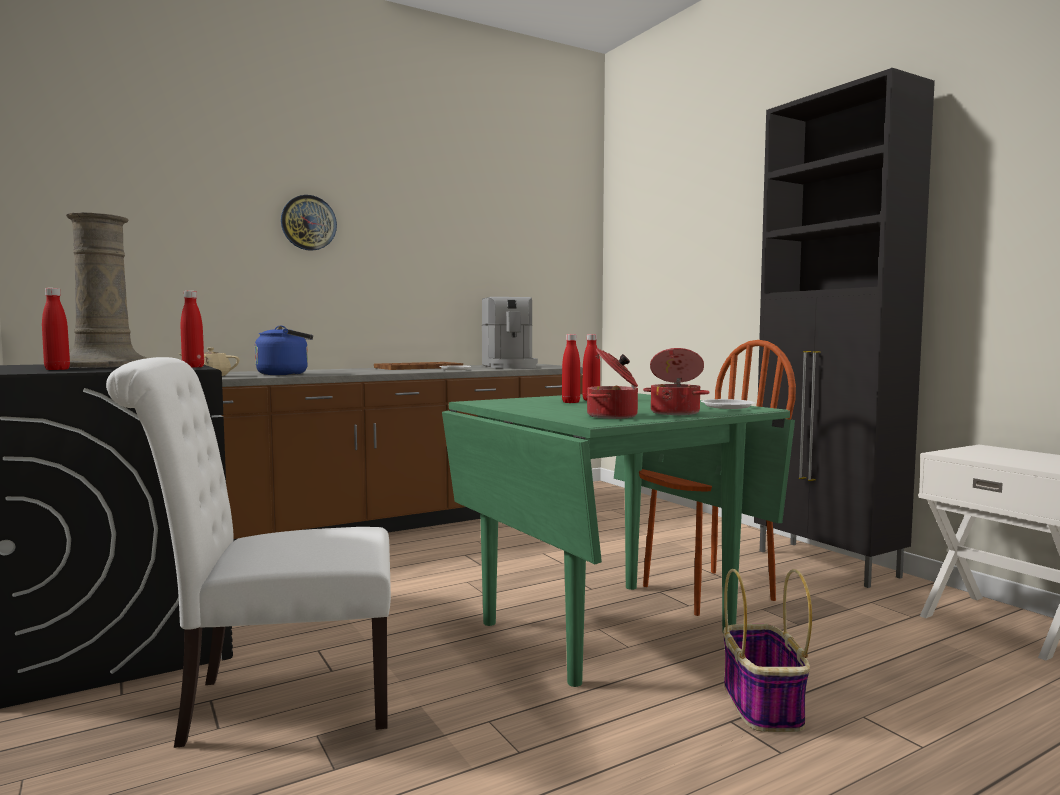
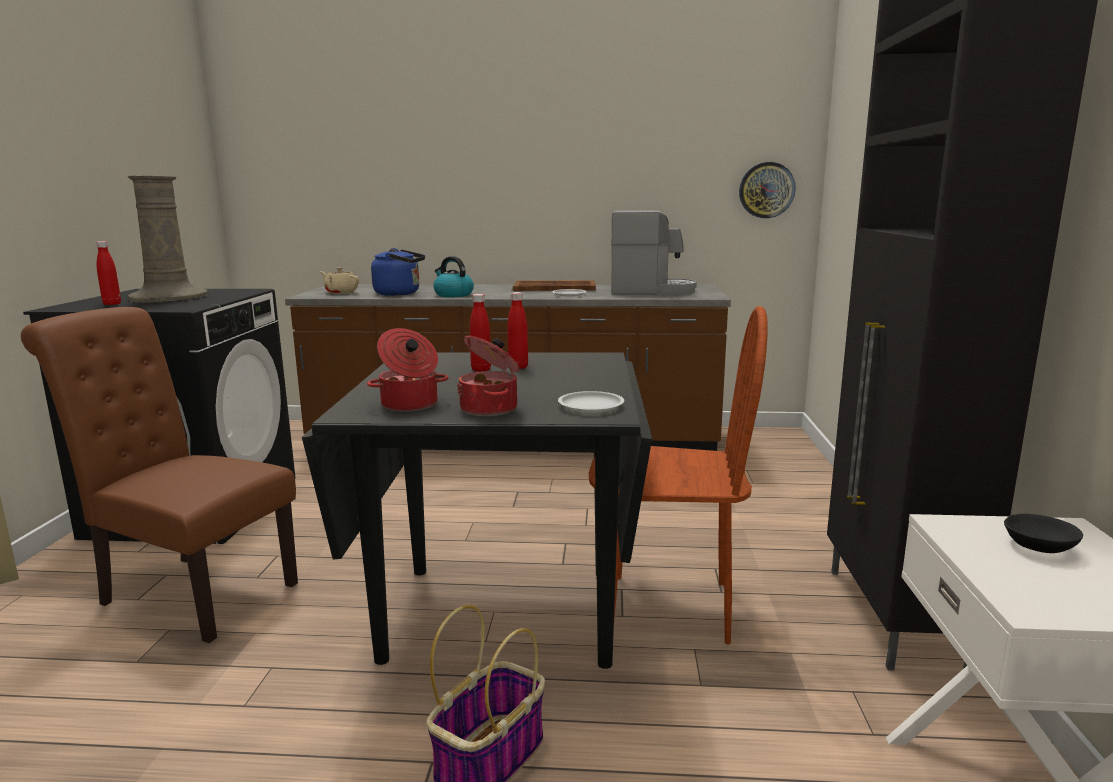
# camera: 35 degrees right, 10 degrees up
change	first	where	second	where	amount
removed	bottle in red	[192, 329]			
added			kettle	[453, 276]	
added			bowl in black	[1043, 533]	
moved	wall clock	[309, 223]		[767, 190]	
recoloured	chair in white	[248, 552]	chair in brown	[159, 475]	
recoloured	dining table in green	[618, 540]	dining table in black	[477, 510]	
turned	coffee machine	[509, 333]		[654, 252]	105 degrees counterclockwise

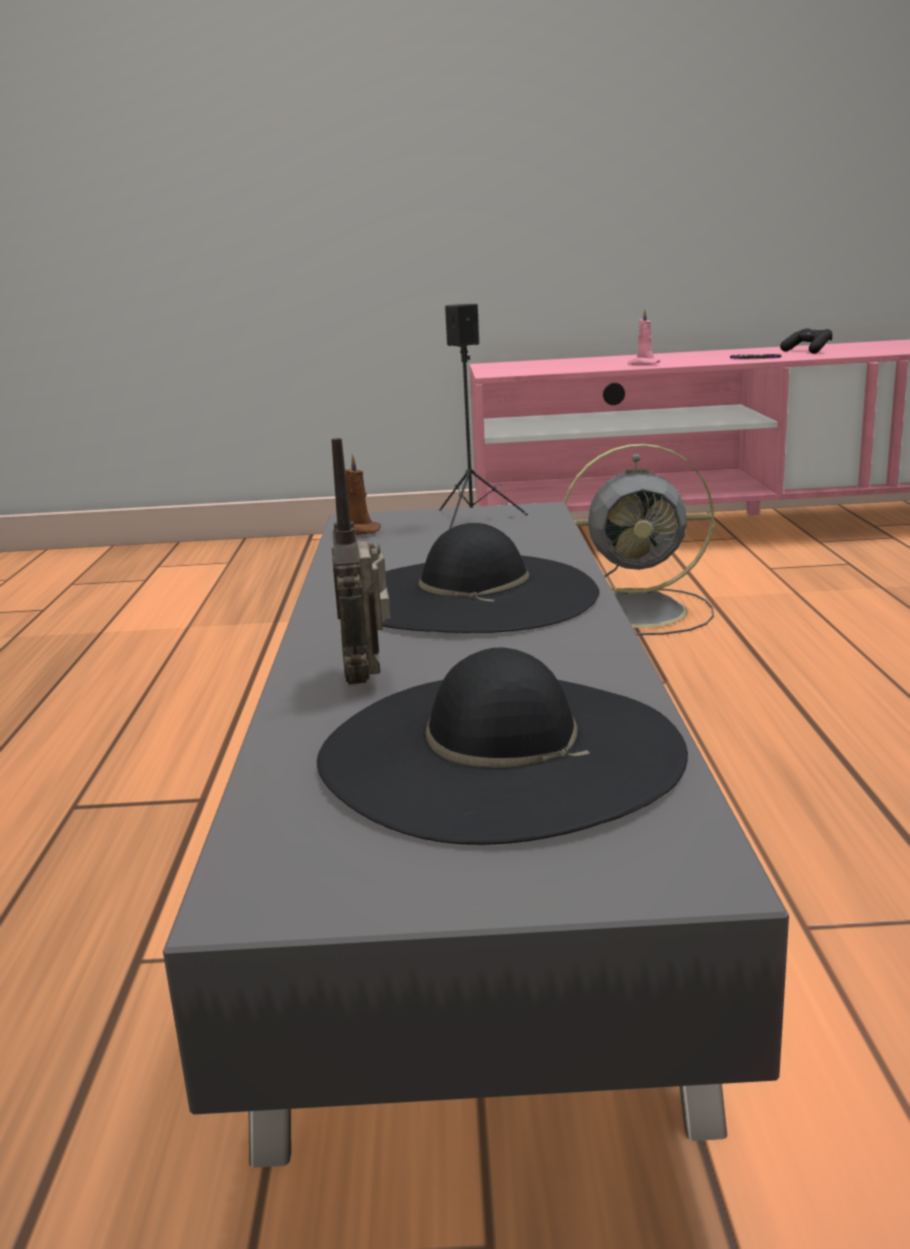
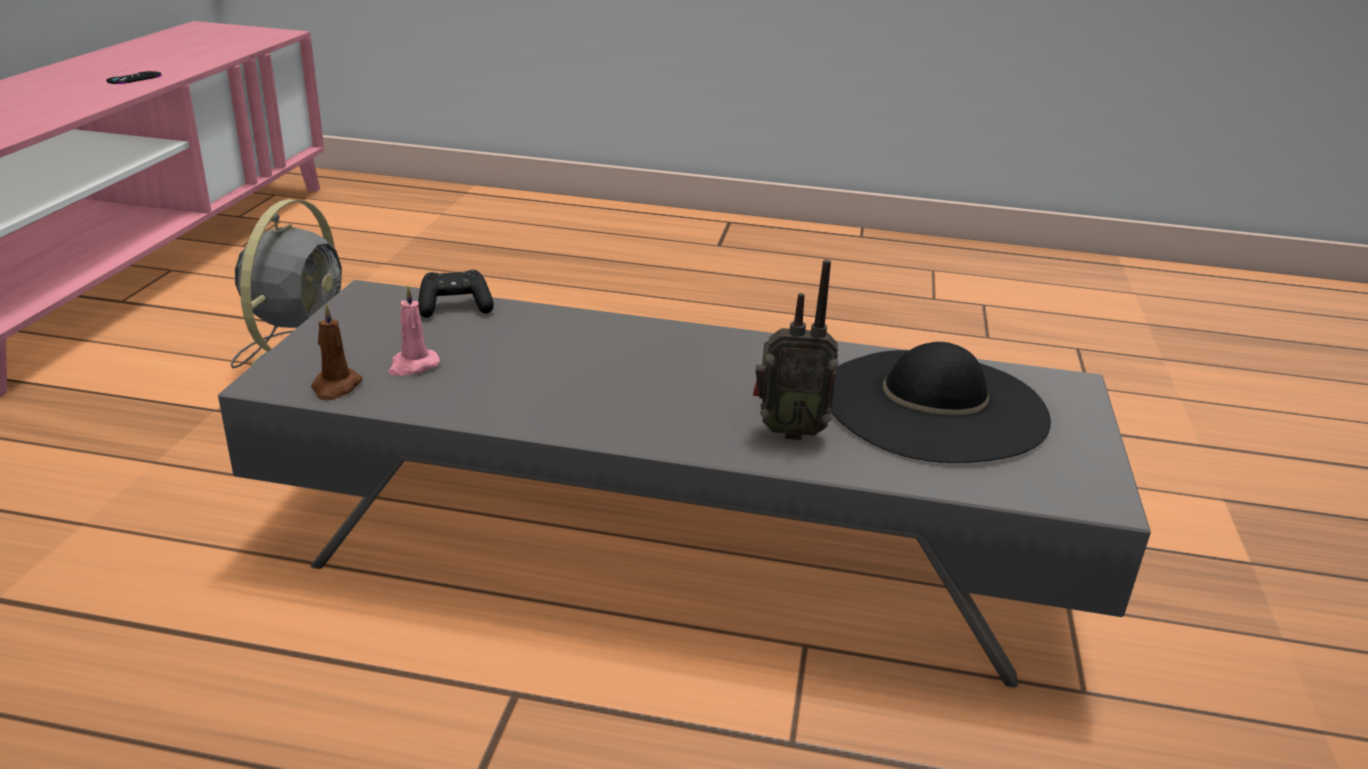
# camera: 80 degrees left, 10 degrees up
change	first	where	second	where	amount
removed	hat in black	[491, 578]			
removed	speaker in black	[483, 416]			
moved	candle in pink	[643, 337]		[414, 331]	
moved	game controller in black	[806, 341]		[456, 294]	

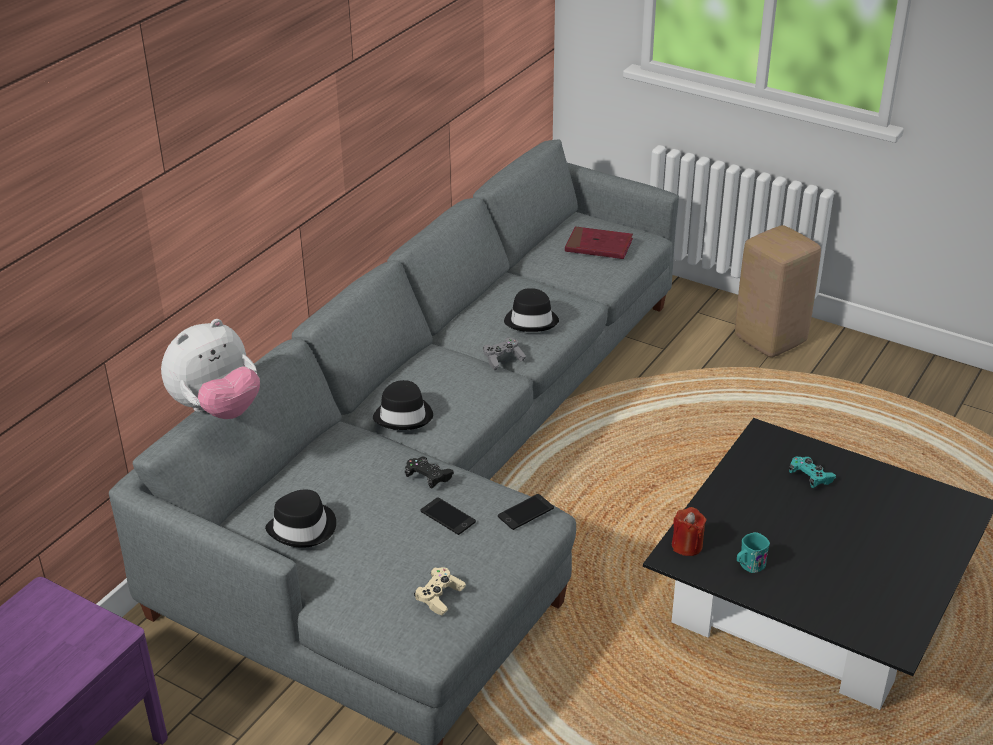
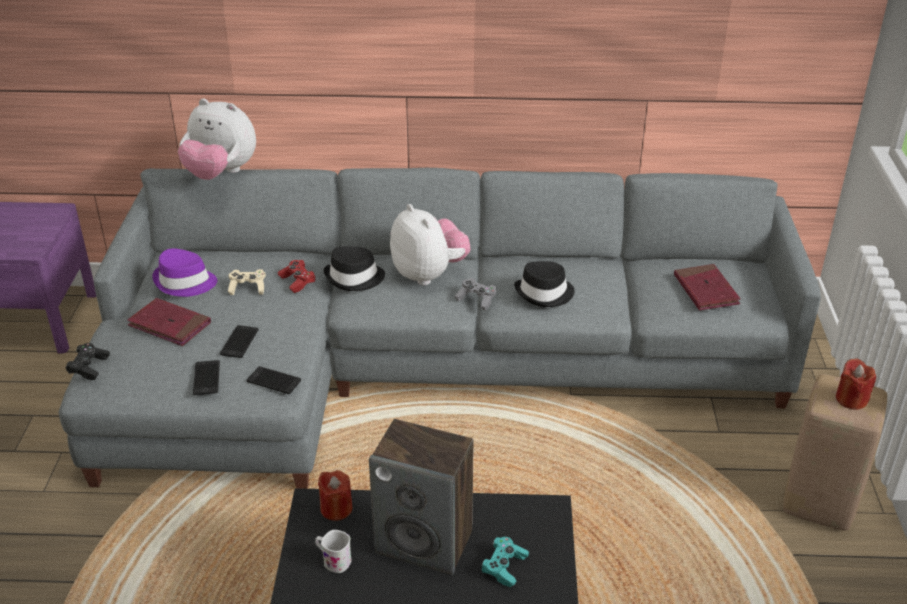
# camera: 60 degrees right, 0 degrees up
change	first	where	second	where	amount
added			book in red	[169, 322]	
added			phone	[206, 377]	
added			game controller in red	[297, 276]	
added			speaker	[421, 497]	
added			plush toy	[430, 244]	
added			candle in red	[856, 384]	
moved	game controller in black	[429, 473]		[87, 361]	
moved	game controller in beige	[440, 591]		[247, 282]	
recoloured	hat in black	[300, 518]	hat in purple	[185, 272]	
recoloured	mug in turquoise	[753, 552]	mug in white	[333, 551]	

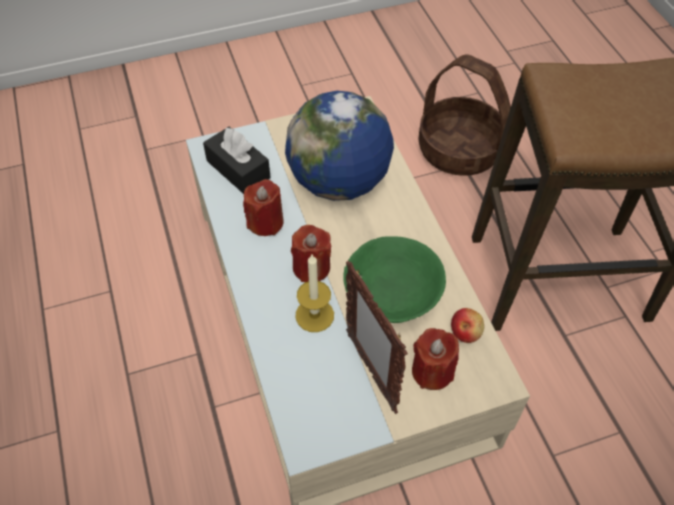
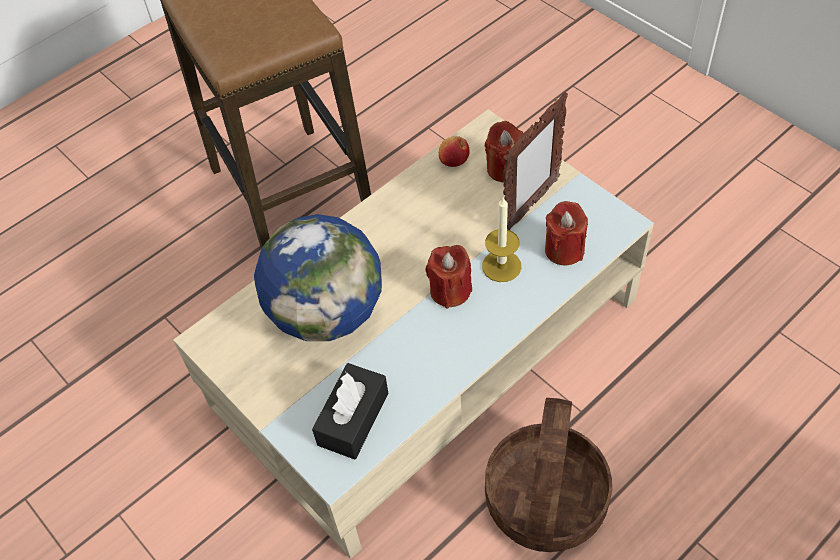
# camera: 110 degrees left, 0 degrees up
change	first	where	second	where	amount
removed	bowl in green	[394, 279]			
moved	candle in red	[263, 207]		[566, 233]	
moved	basket	[464, 115]		[548, 475]	

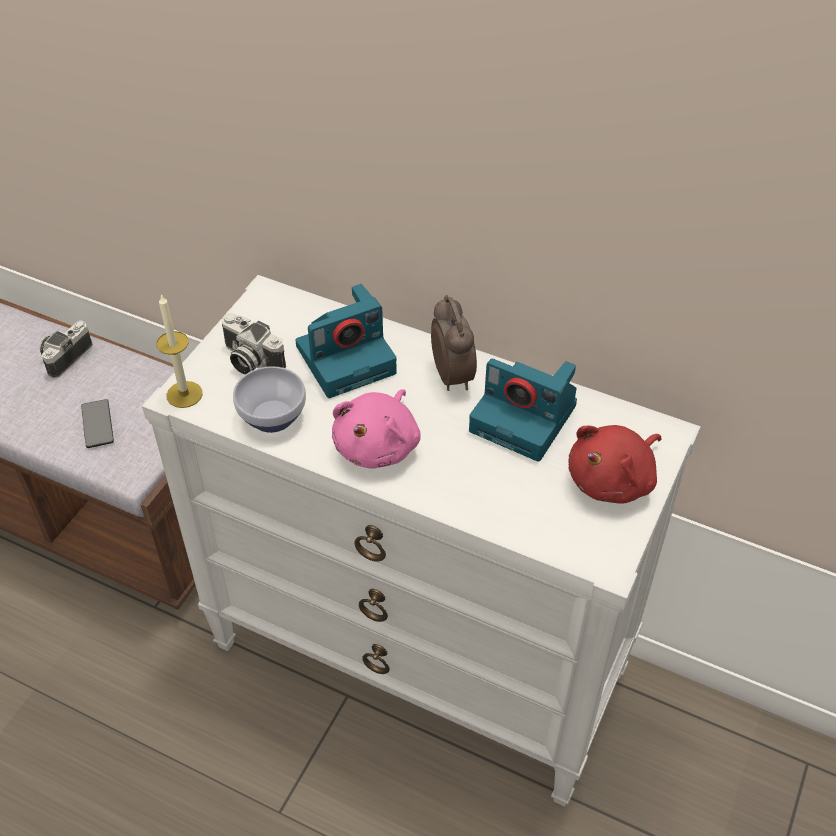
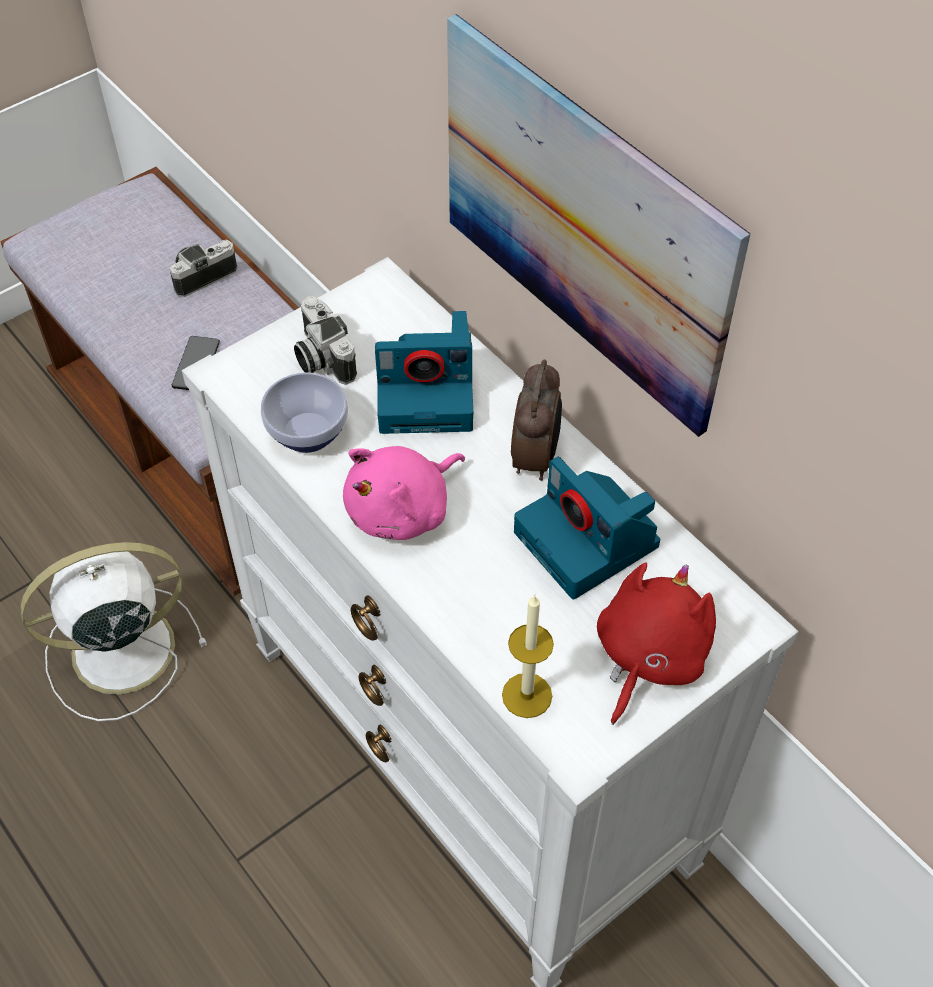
# camera: 25 degrees right, 5 degrees up
change	first	where	second	where	amount
added			fan in white	[113, 631]	
added			picture	[599, 225]	
moved	candle	[179, 351]		[528, 656]	
turned	plush toy in red	[615, 464]		[656, 643]	135 degrees clockwise

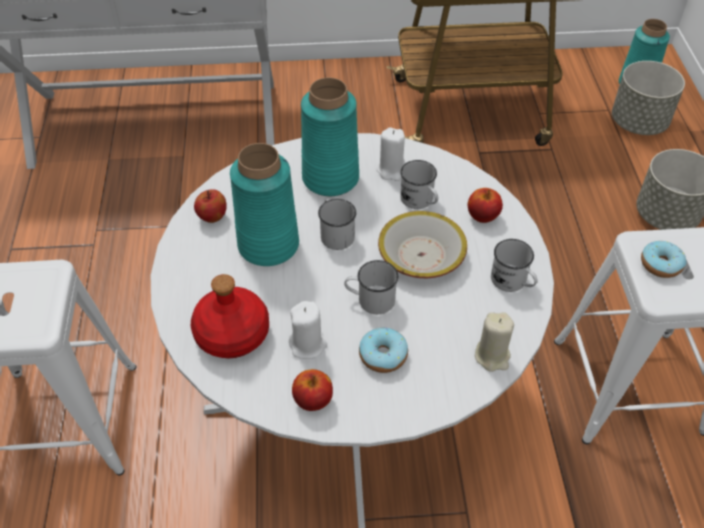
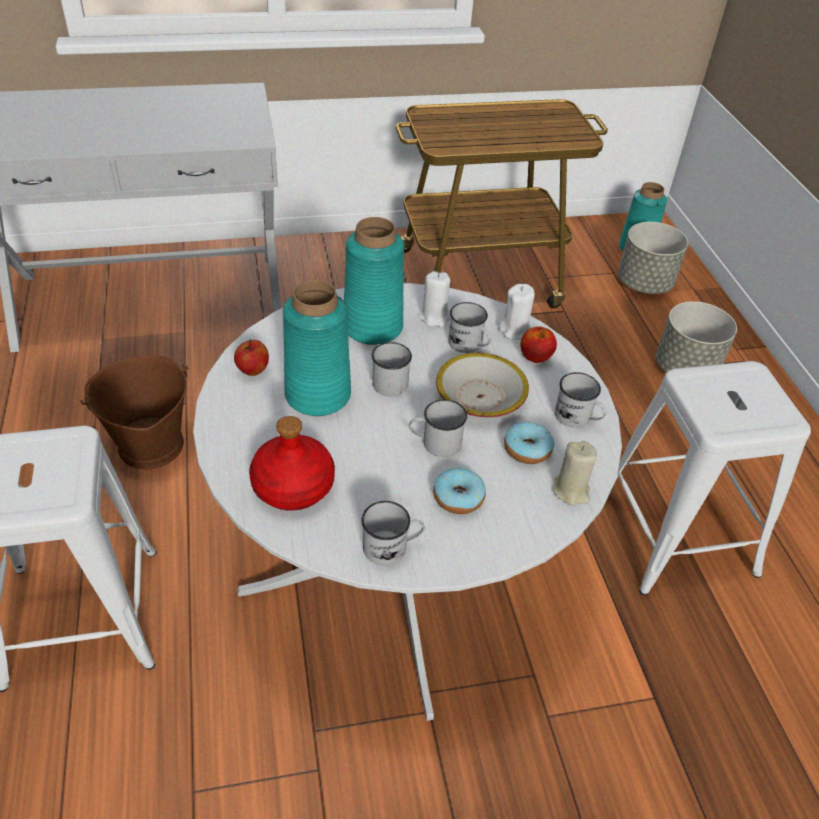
# camera: 10 degrees left, 5 degrees down
change	first	where	second	where	amount
added			bucket in brown	[134, 412]	
moved	candle in white	[308, 330]		[516, 311]	
moved	donut	[663, 259]		[529, 443]	
replaced	apple	[312, 390]	mug in white	[393, 533]	

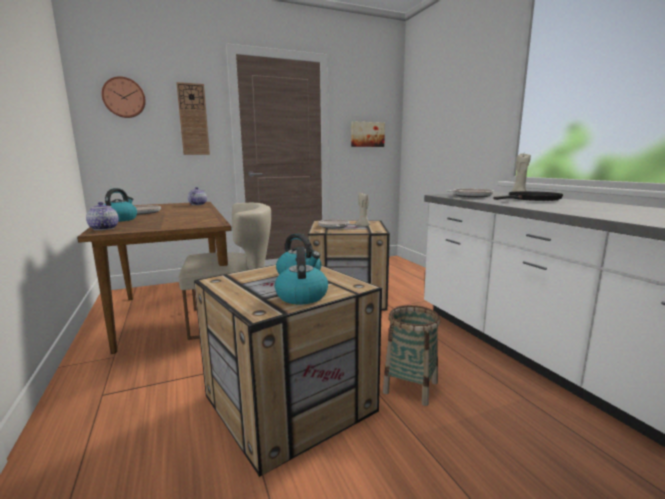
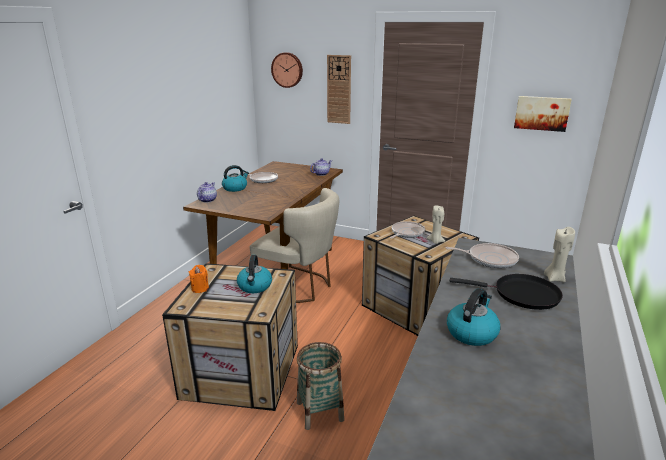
# camera: 45 degrees right, 10 degrees up
change	first	where	second	where	amount
added			candle in orange	[199, 279]	
moved	kettle	[301, 275]		[473, 317]	

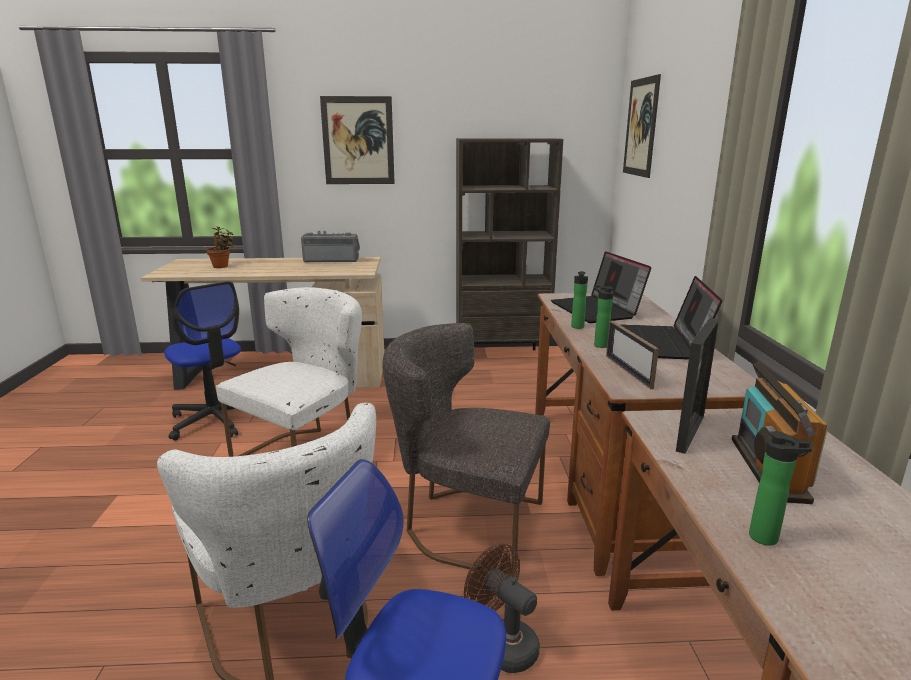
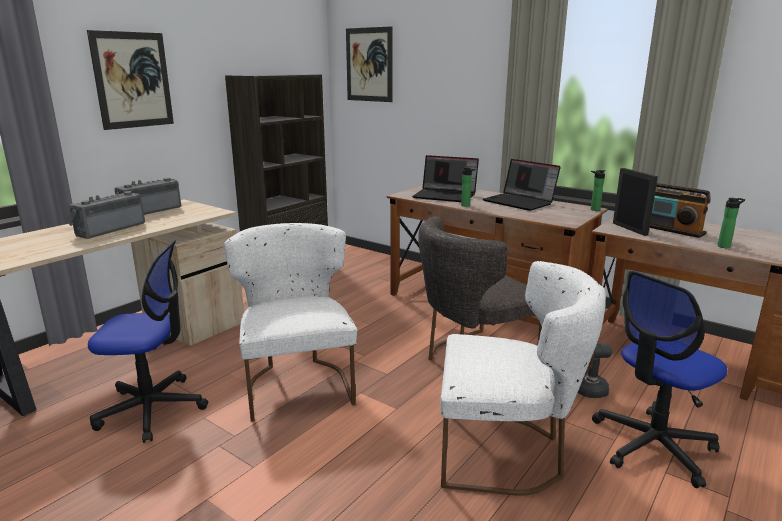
# camera: 50 degrees left, 0 degrees up
change	first	where	second	where	amount
removed	potted plant	[219, 247]			
removed	picture frame	[632, 354]			
added			radio	[106, 215]	
moved	bottle	[603, 316]		[598, 190]	

